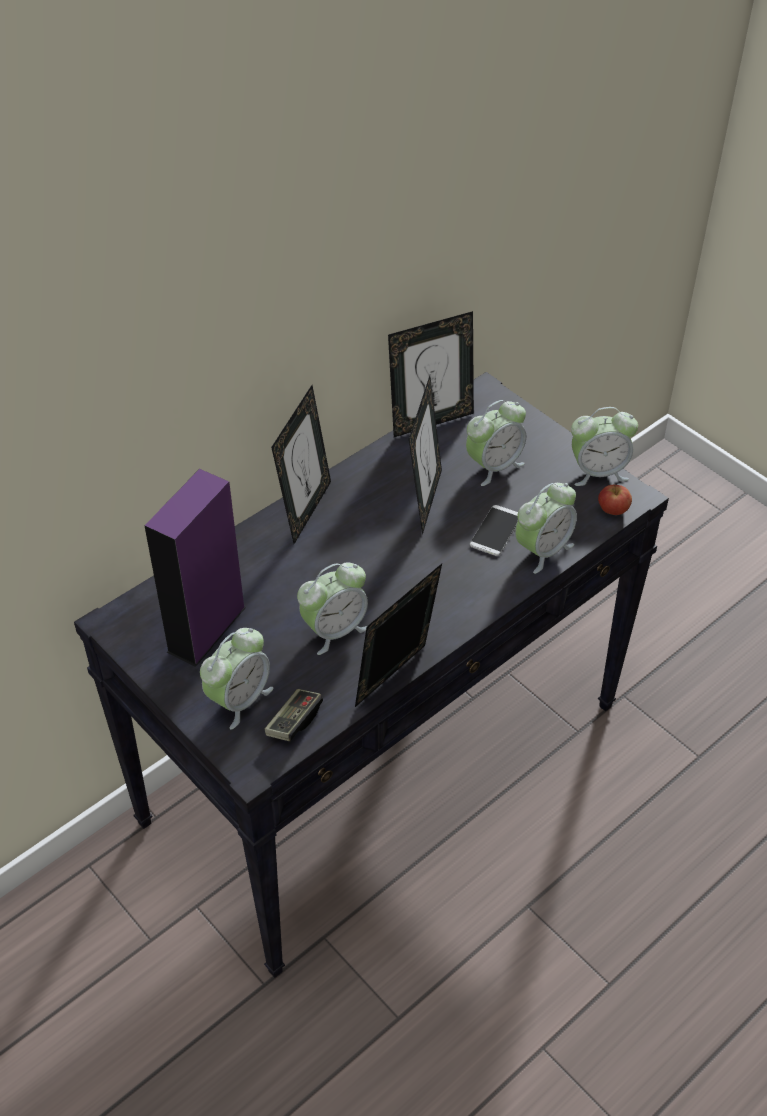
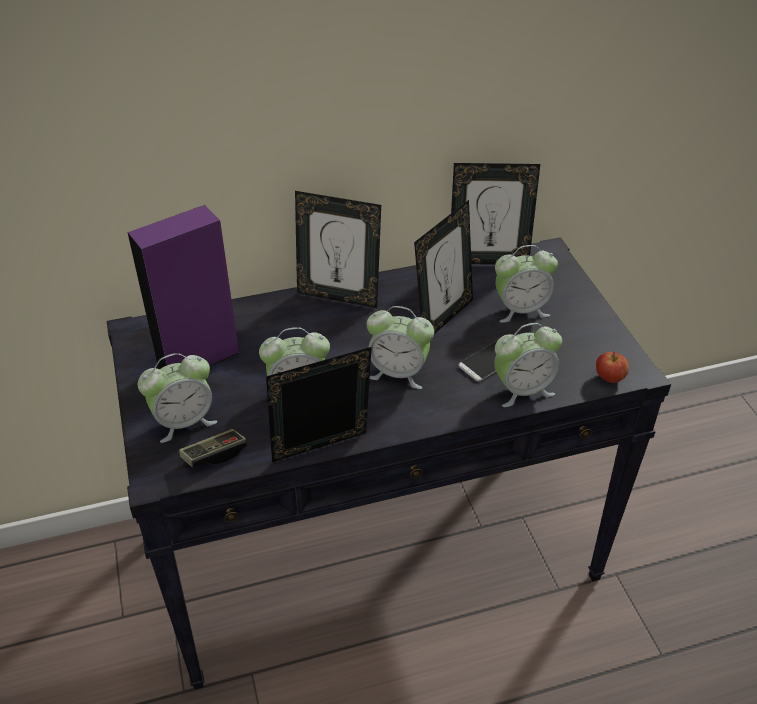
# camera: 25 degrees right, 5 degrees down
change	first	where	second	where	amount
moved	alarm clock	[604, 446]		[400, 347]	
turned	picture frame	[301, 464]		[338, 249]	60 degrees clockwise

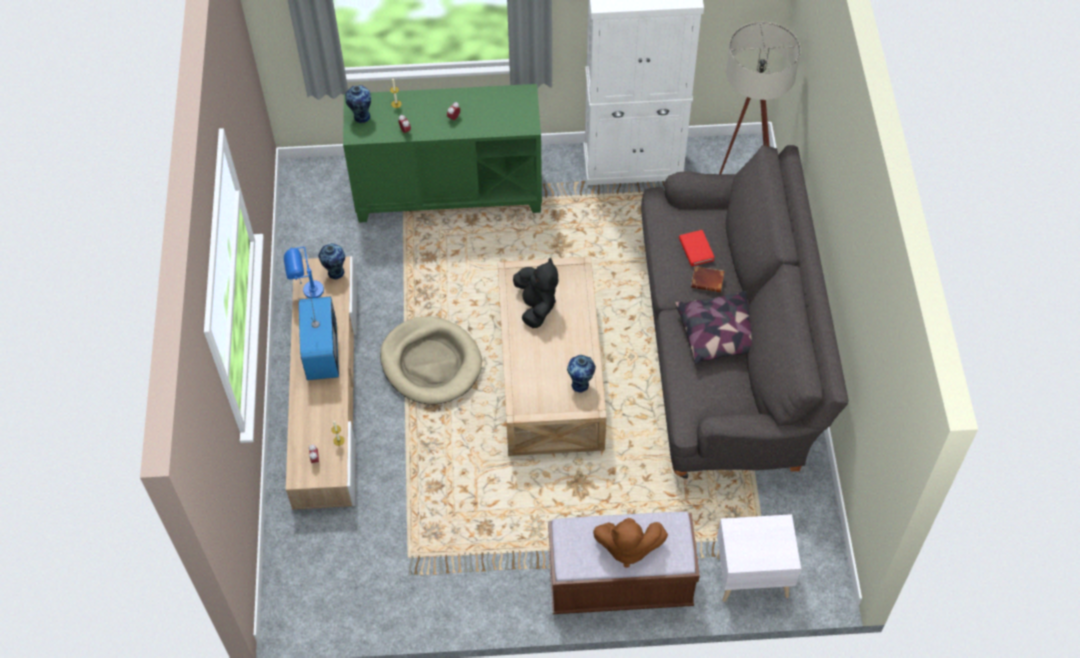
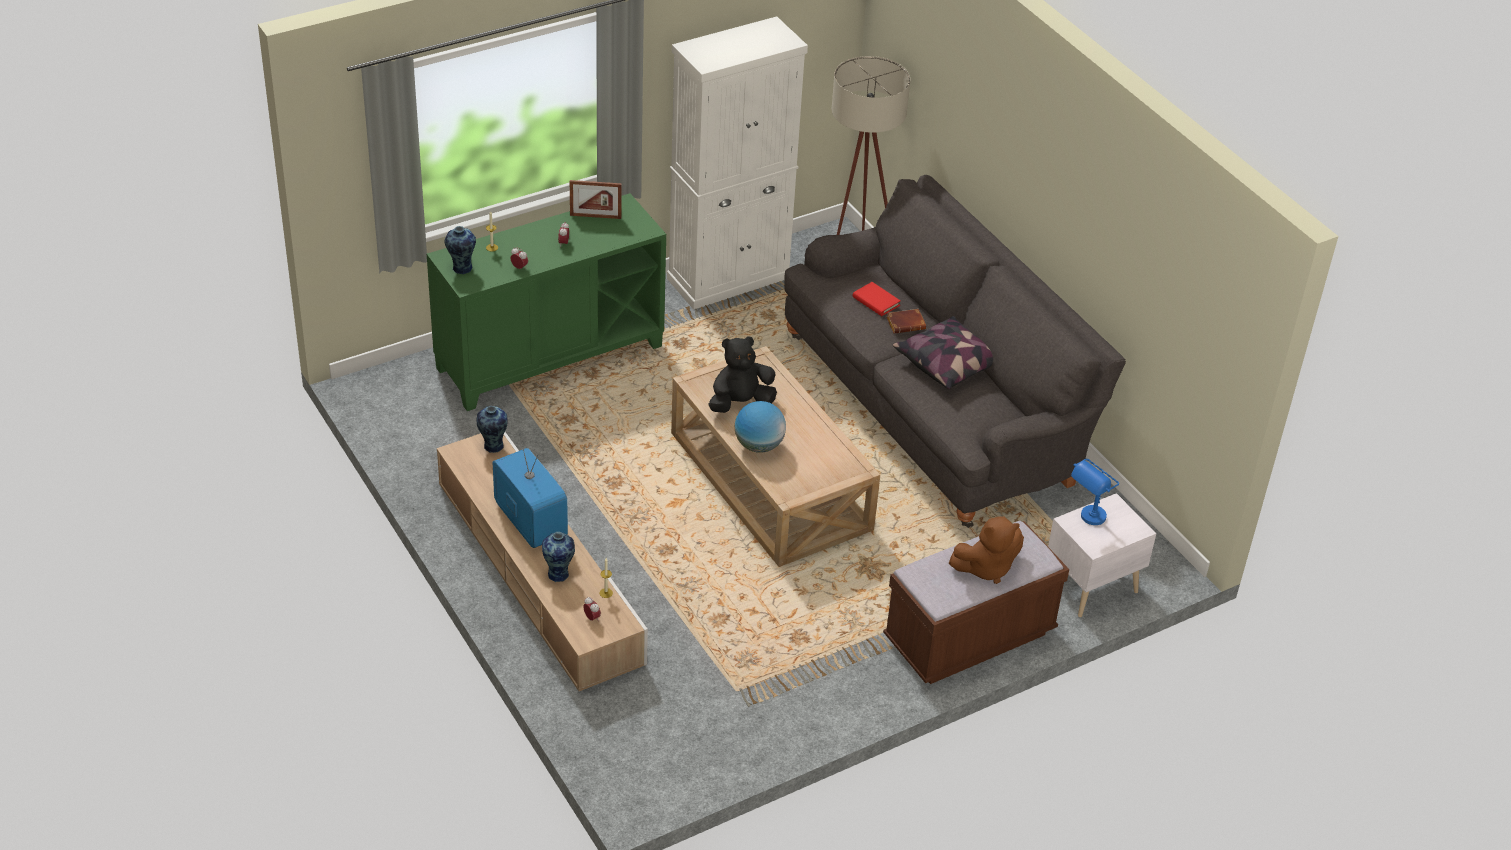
# camera: 30 degrees left, 15 degrees down
change	first	where	second	where	amount
removed	dog bed in beige	[431, 360]			
added			picture frame	[596, 199]	
added			globe	[760, 427]	
moved	table lamp in blue	[304, 272]		[1095, 492]	
moved	vase	[581, 374]		[558, 557]	
turned	plush toy in black	[535, 293]		[743, 374]	75 degrees counterclockwise

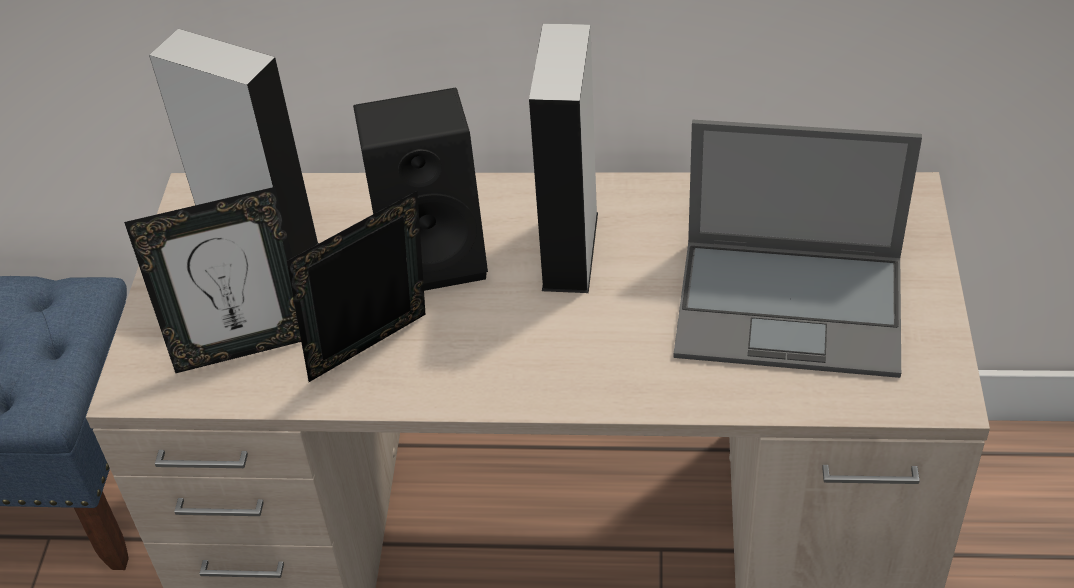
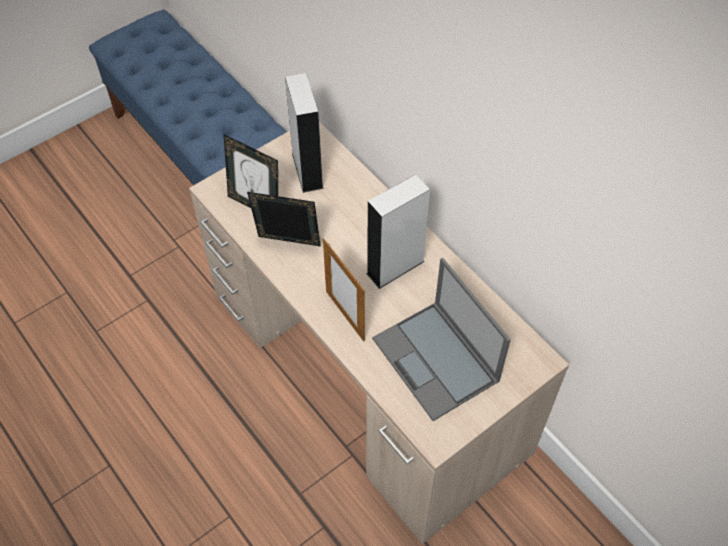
# camera: 45 degrees right, 10 degrees up
change	first	where	second	where	amount
removed	speaker in black	[420, 189]			
added			picture frame	[344, 289]	

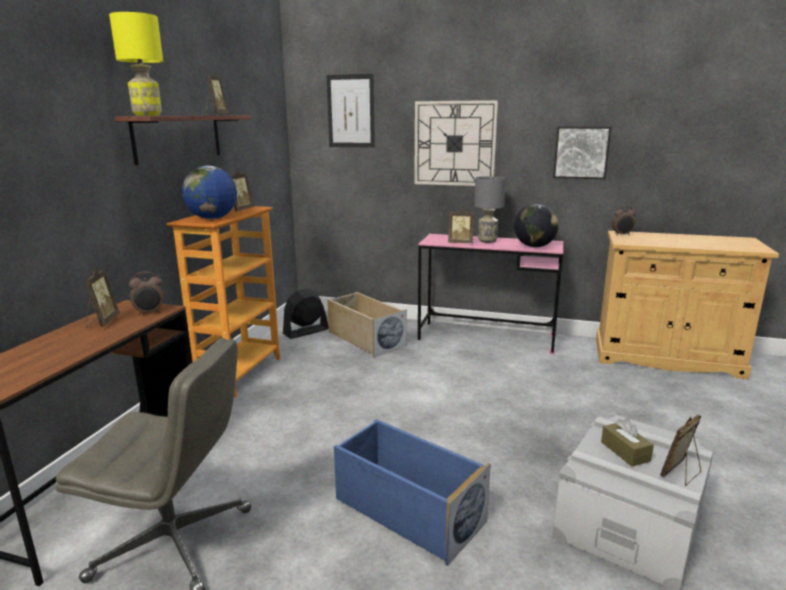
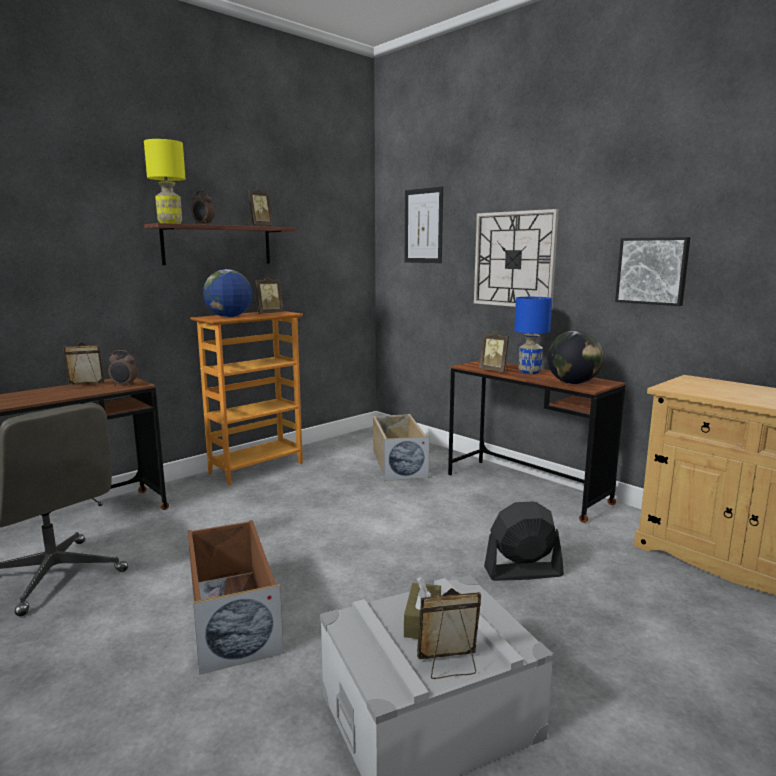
# camera: 30 degrees right, 5 degrees down
change	first	where	second	where	amount
moved	fan in black	[306, 313]		[524, 541]	
moved	alarm clock	[623, 221]		[202, 208]	
recoloured	storage box in blue	[412, 492]	storage box in brown	[236, 597]	
recoloured	desk in pink	[490, 294]	desk in brown	[537, 441]	
recoloured	table lamp in grey	[490, 209]	table lamp in blue	[533, 335]	
turned	picture frame	[102, 298]		[83, 365]	135 degrees counterclockwise

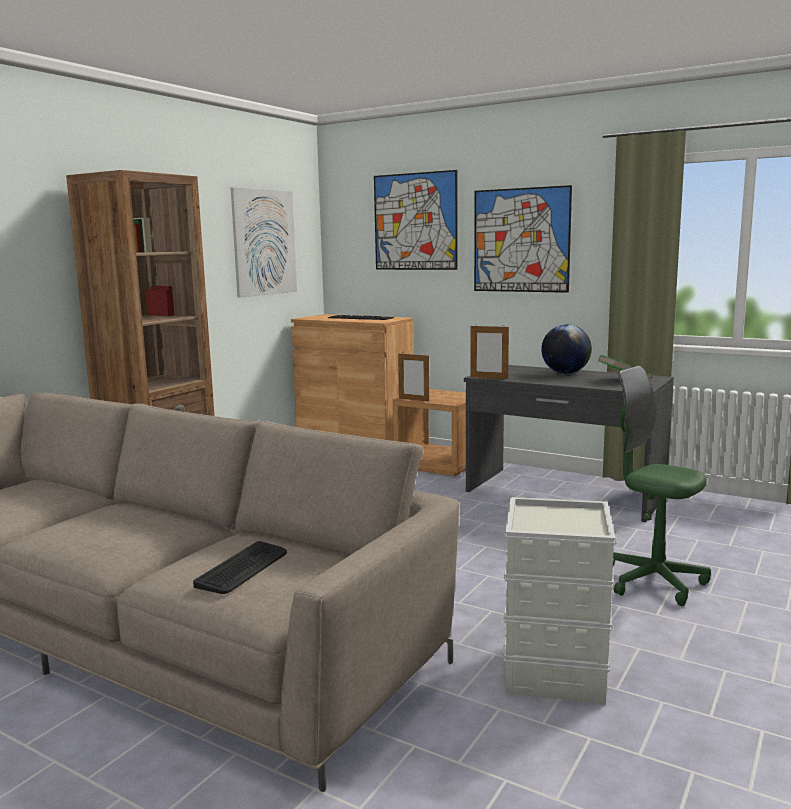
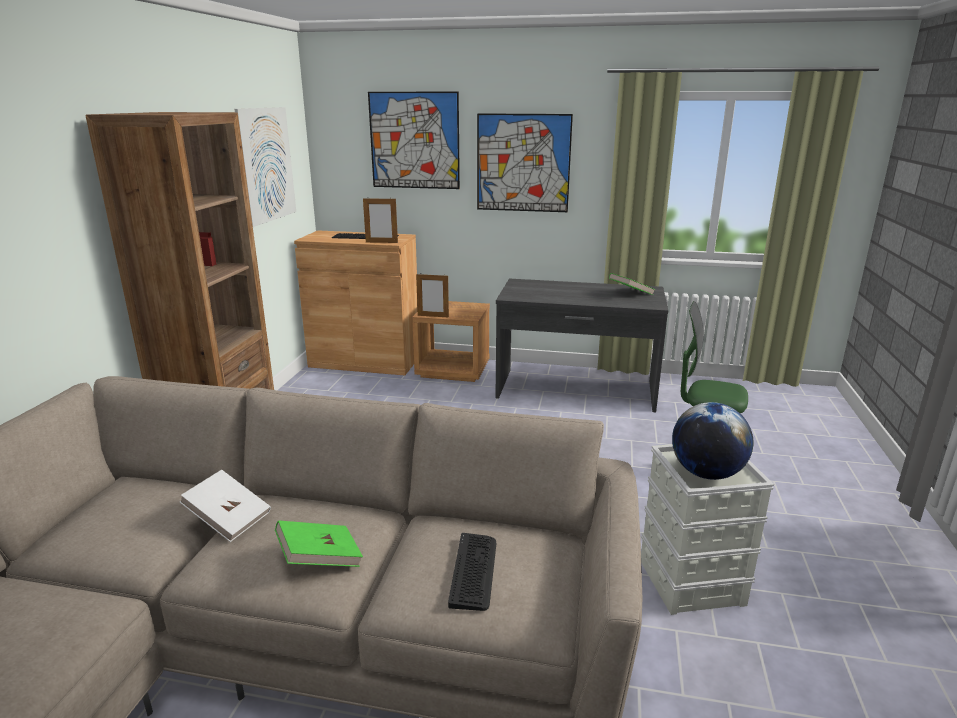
# camera: 20 degrees left, 10 degrees up
change	first	where	second	where	amount
added			book in white	[225, 506]	
added			book in green	[319, 543]	
moved	picture frame	[489, 351]		[380, 220]	
moved	globe	[566, 349]		[712, 441]	

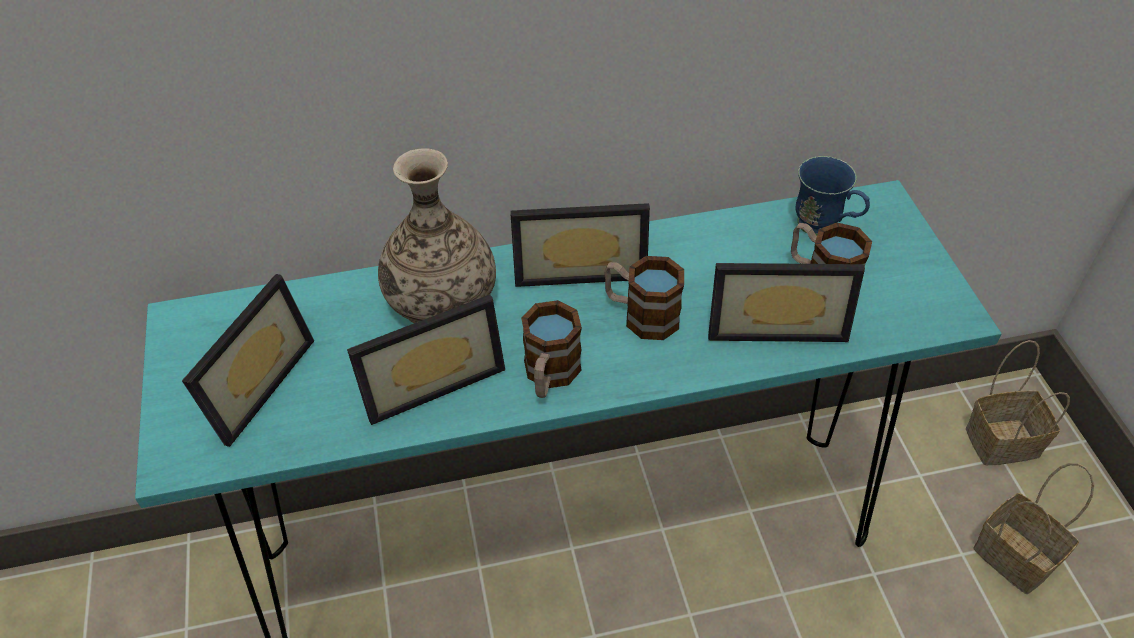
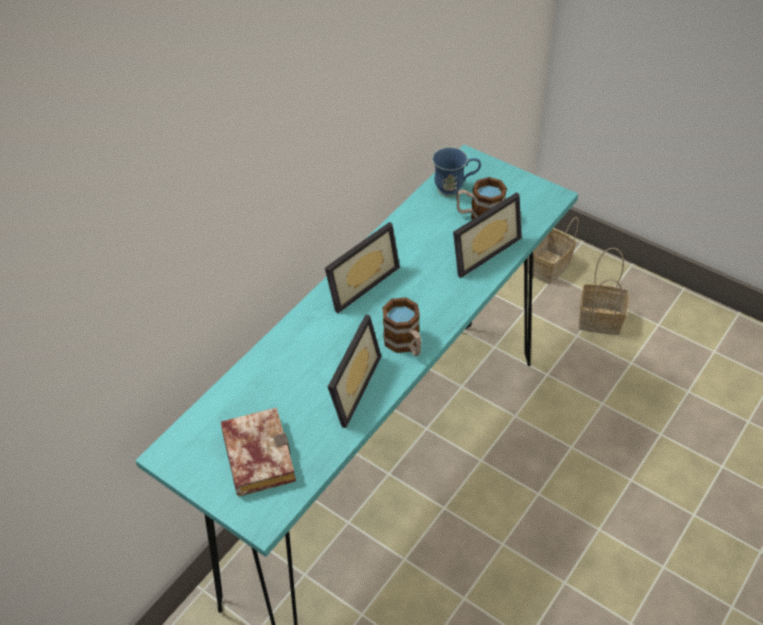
# camera: 40 degrees left, 0 degrees up
change	first	where	second	where	amount
removed	vase	[437, 235]			
removed	mug	[644, 298]			
replaced	picture frame	[248, 360]	book	[258, 452]	

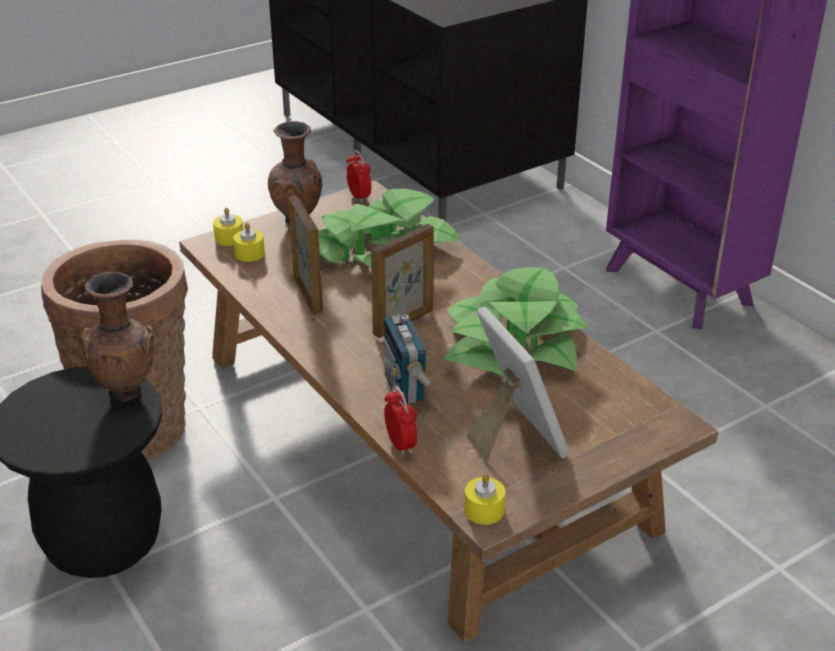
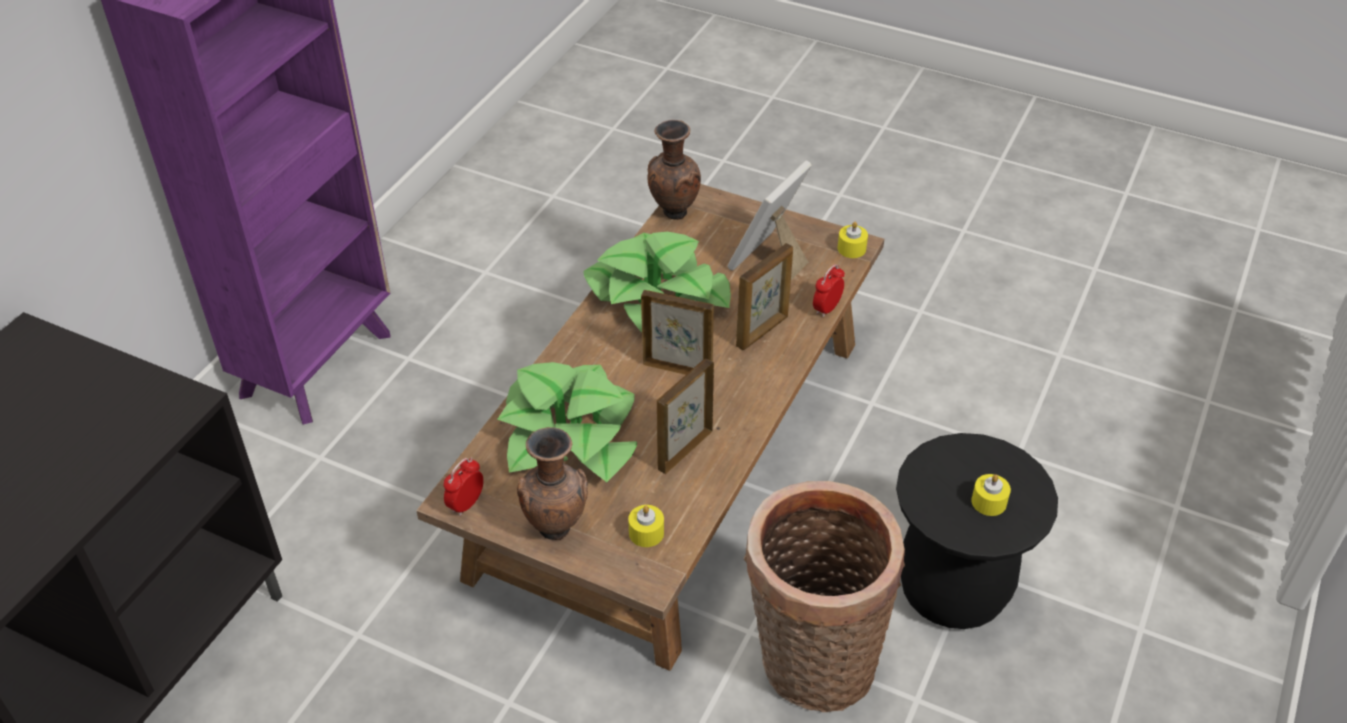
# camera: 120 degrees left, 10 degrees up
change	first	where	second	where	amount
moved	vase in brown	[117, 337]		[674, 170]	
moved	candle in yellow	[228, 227]		[991, 495]	
replaced	radio	[409, 344]	picture frame	[764, 296]	

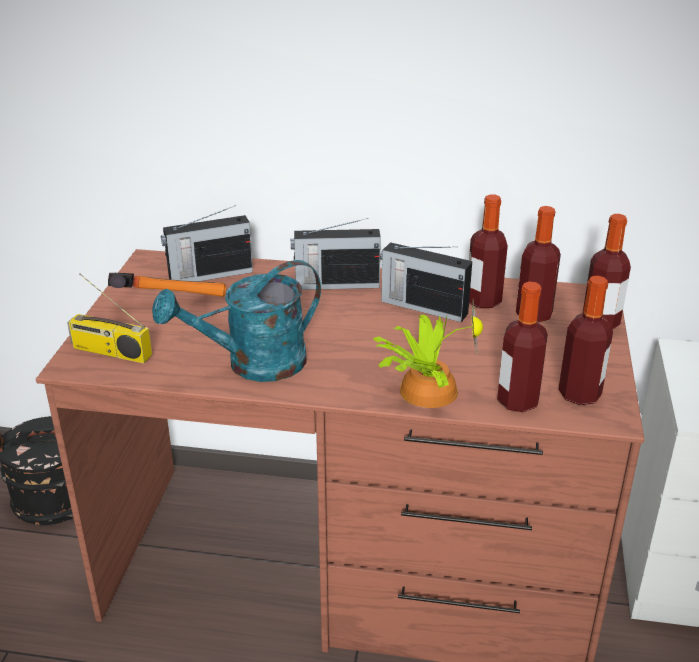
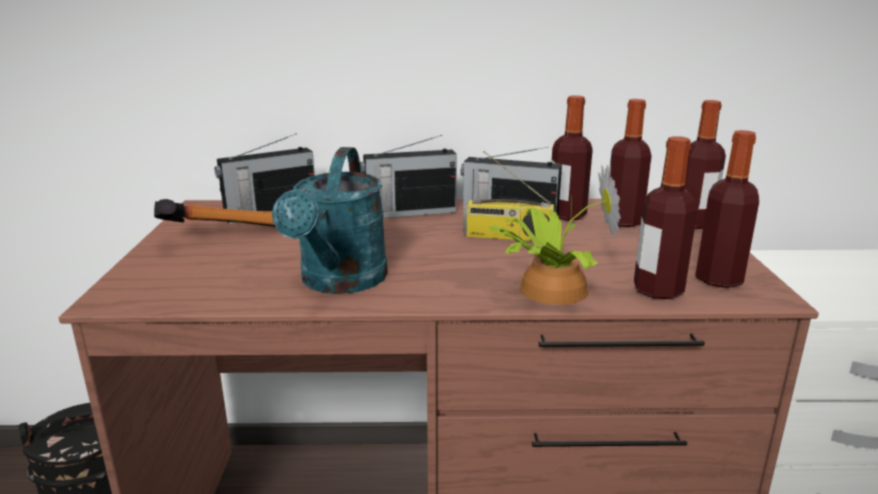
# camera: 10 degrees left, 10 degrees down
change	first	where	second	where	amount
moved	radio	[109, 318]		[508, 196]	
turned	watering can in turquoise	[236, 321]		[330, 220]	45 degrees counterclockwise

